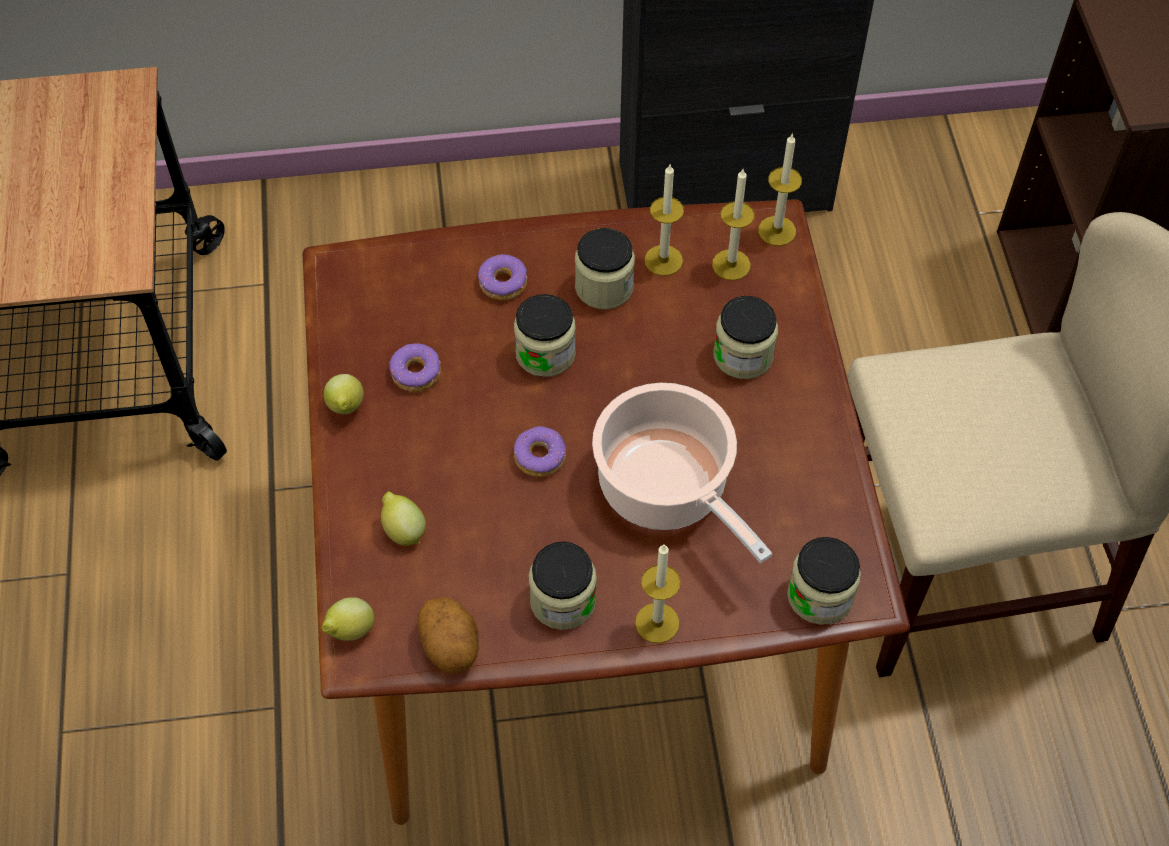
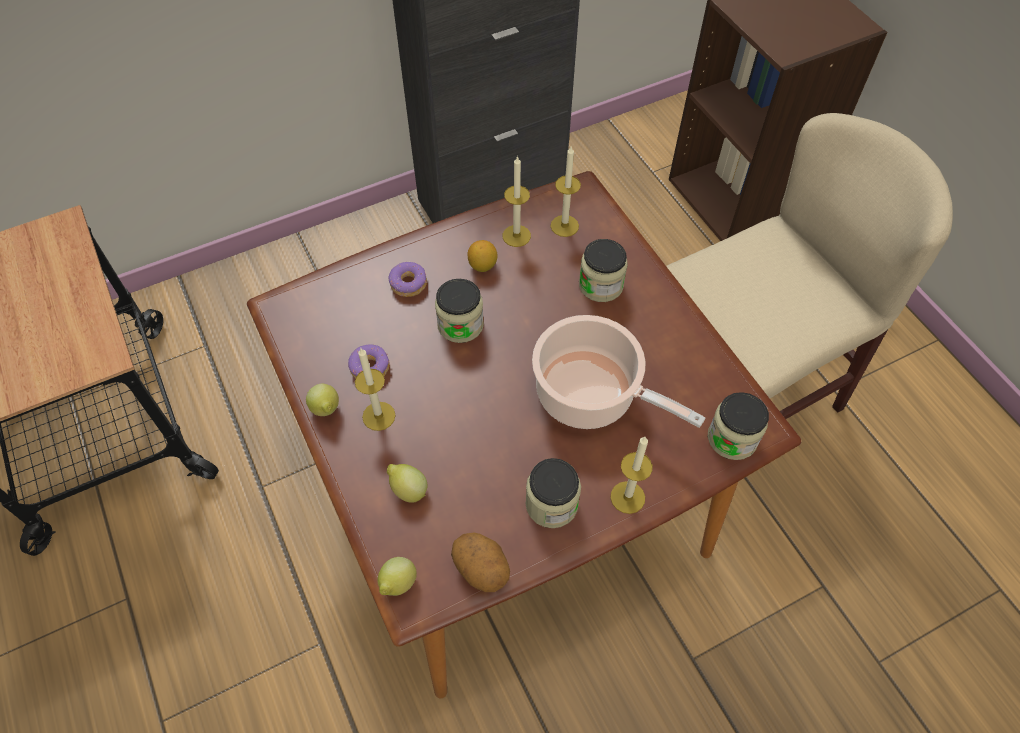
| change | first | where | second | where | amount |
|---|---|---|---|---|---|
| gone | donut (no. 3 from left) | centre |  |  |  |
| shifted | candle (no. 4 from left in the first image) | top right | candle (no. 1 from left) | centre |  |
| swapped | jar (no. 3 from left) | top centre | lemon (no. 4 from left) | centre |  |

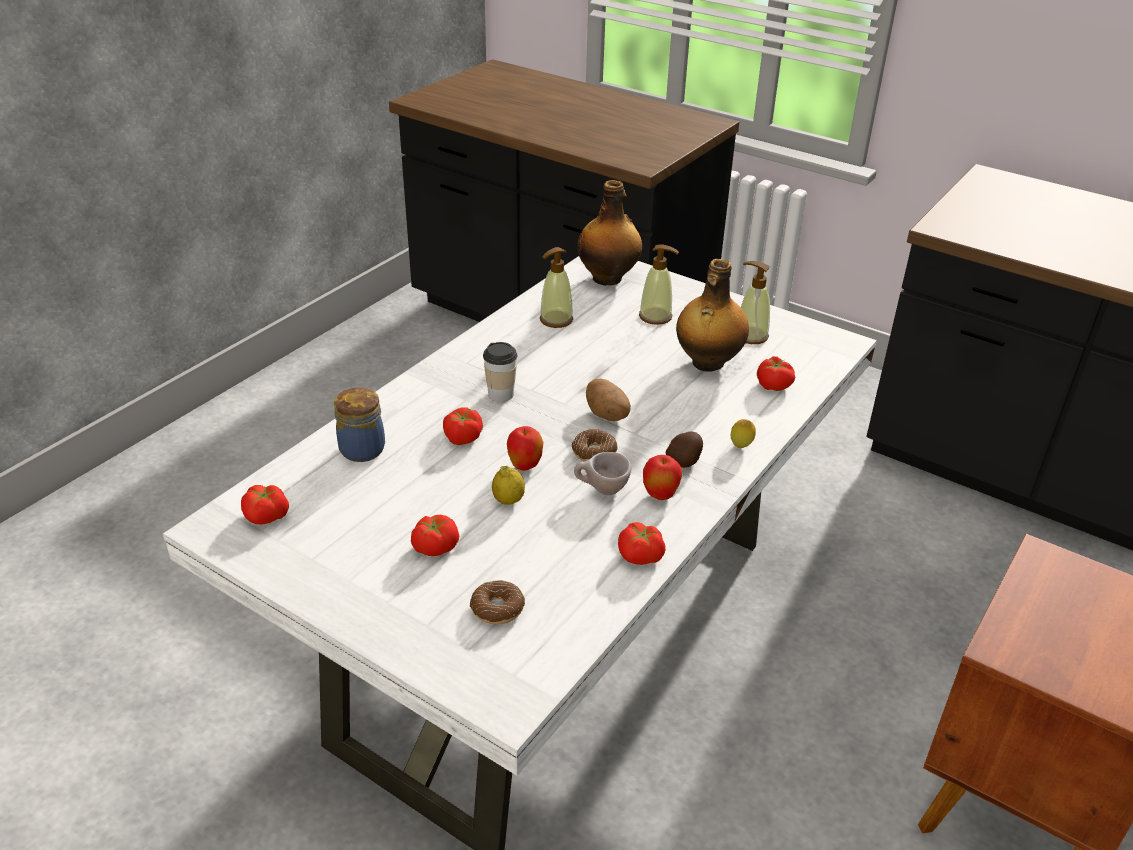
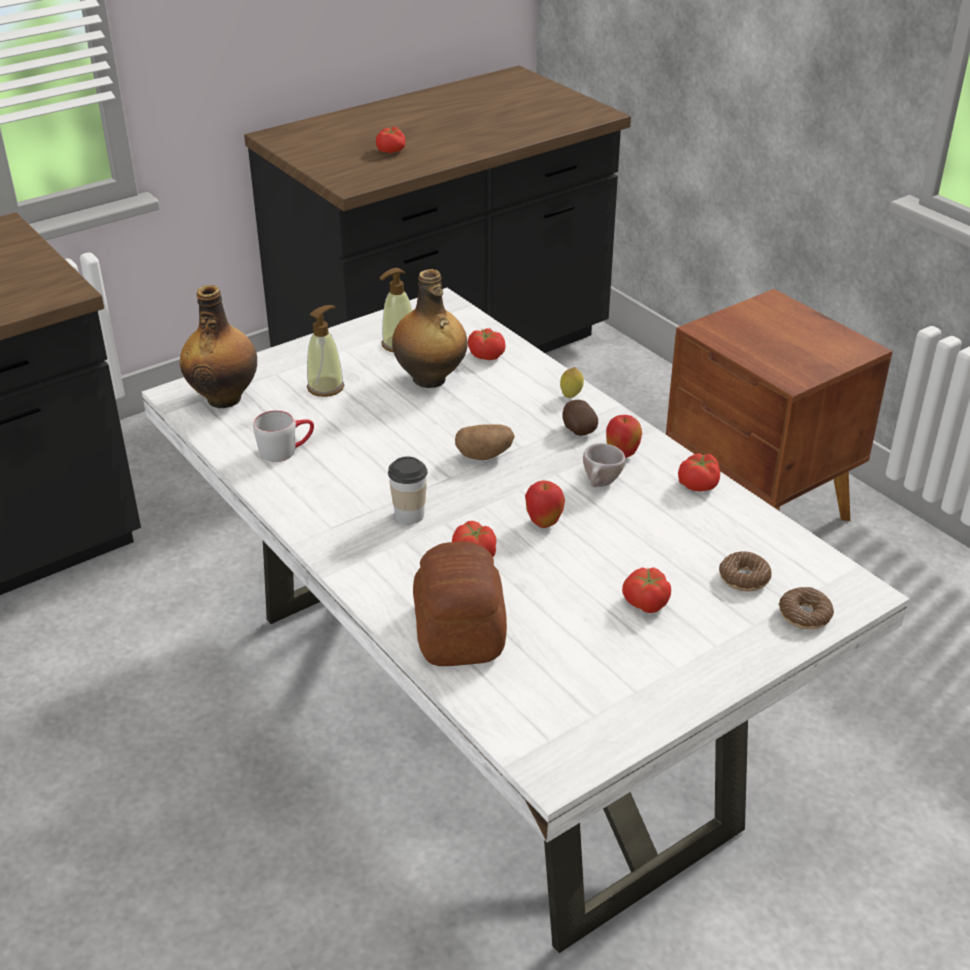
| change | first | where | second | where | amount |
|---|---|---|---|---|---|
| gone | lemon (no. 1 from left) | centre |  |  |  |
| shifted | tomato (no. 1 from left) | middle left |  | top centre |  |
| shifted | donut (no. 2 from left) | centre |  | middle right |  |
| swapped | jar | middle left | bread | centre |  |
| swapped | soap dispenser (no. 1 from left) | centre | mug in grey | middle left |  |

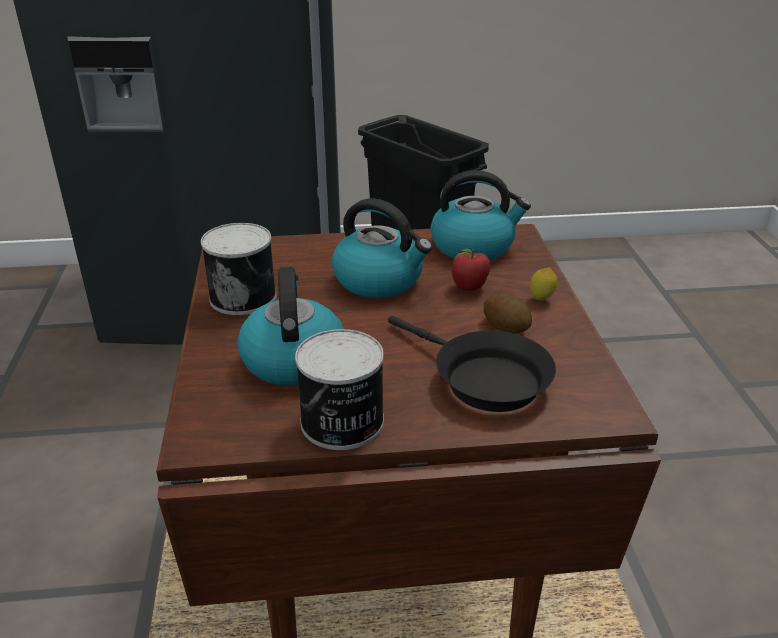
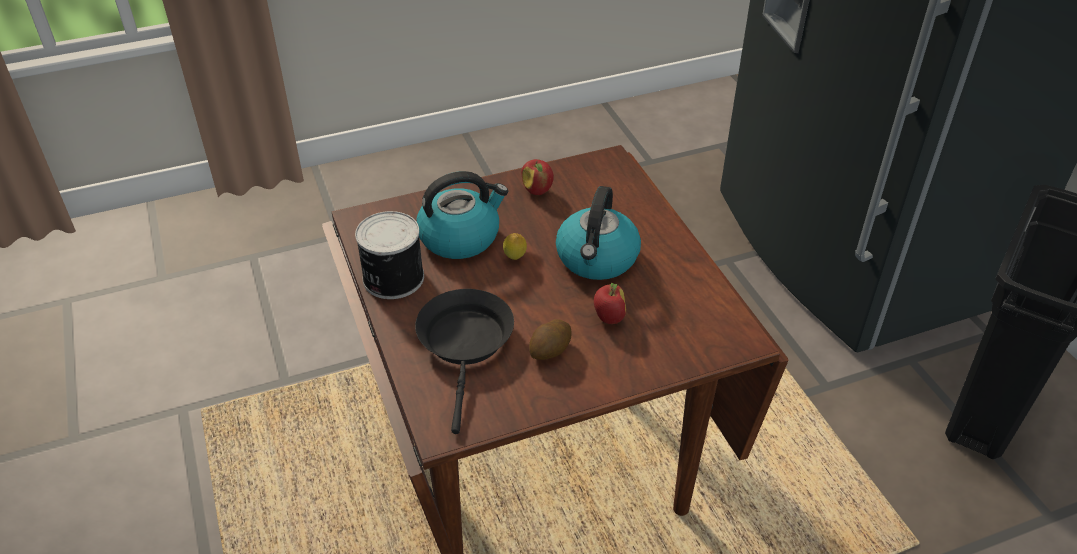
| change | first | where | second | where | amount |
|---|---|---|---|---|---|
| gone | kettle (no. 3 from left) | centre |  |  |  |
| shifted | lemon | middle right |  | centre |  |
| swapped | can (no. 1 from left) | middle left | apple (no. 1 from left) | top centre |  |
| rotated | frying pan in black | centre |  | centre | 150 degrees clockwise |

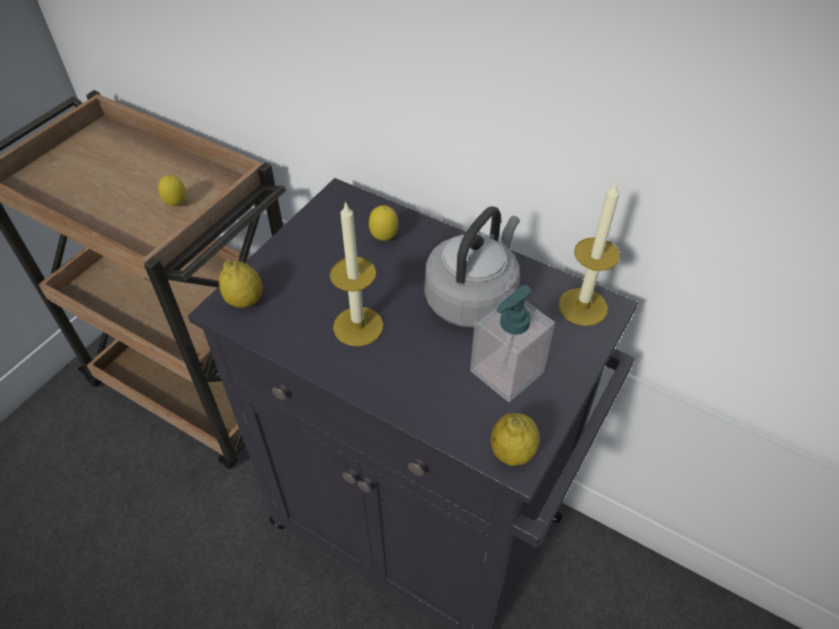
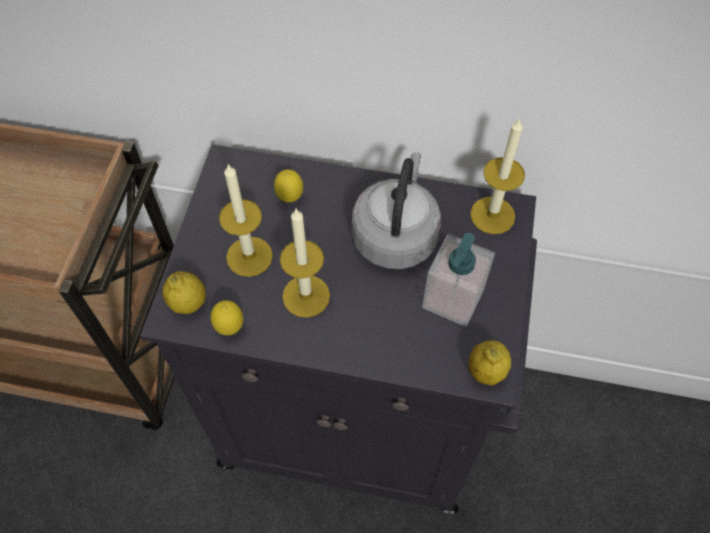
| change | first | where | second | where | amount |
|---|---|---|---|---|---|
| new |  |  | candle (no. 1 from left) | centre |  |
| shifted | lemon (no. 1 from left in the first image) | top left | lemon (no. 2 from left) | middle left |  |

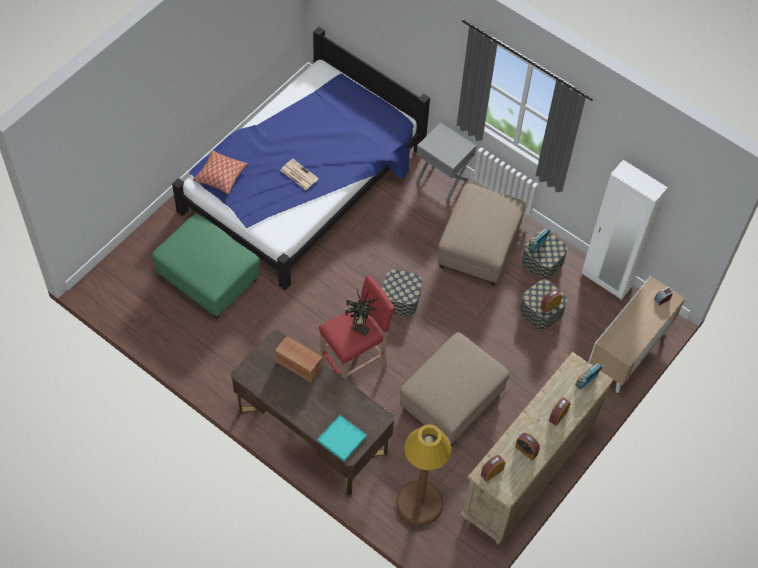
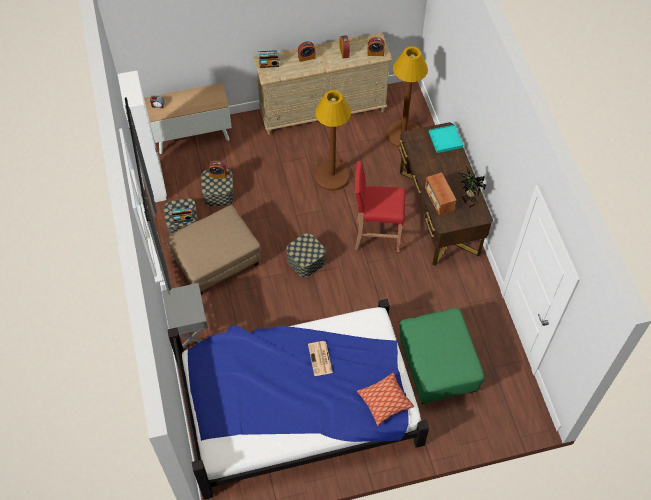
| change | first | where | second | where | amount |
|---|---|---|---|---|---|
| shifted | potted plant | centre |  | middle right |  |
| swapped | ottoman in beige (no. 1 from left) | bottom centre | floor lamp in brown (no. 1 from left) | top centre |  |

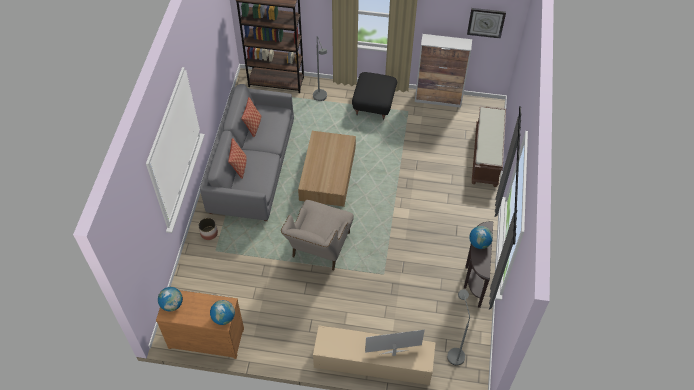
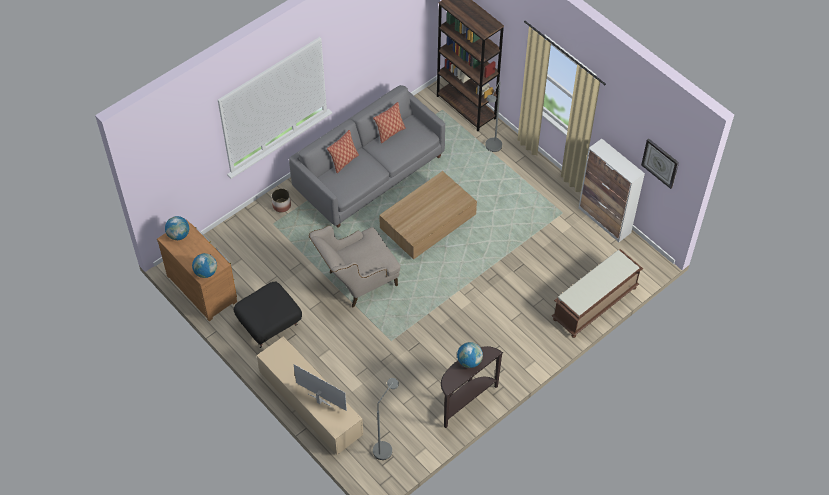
| change | first | where | second | where | amount |
|---|---|---|---|---|---|
| shifted | ottoman in black | top centre |  | middle left |  |

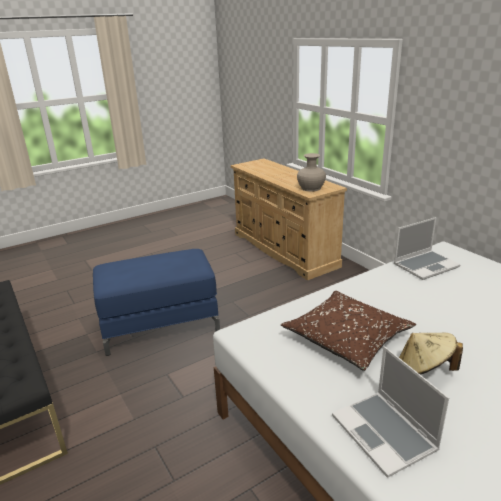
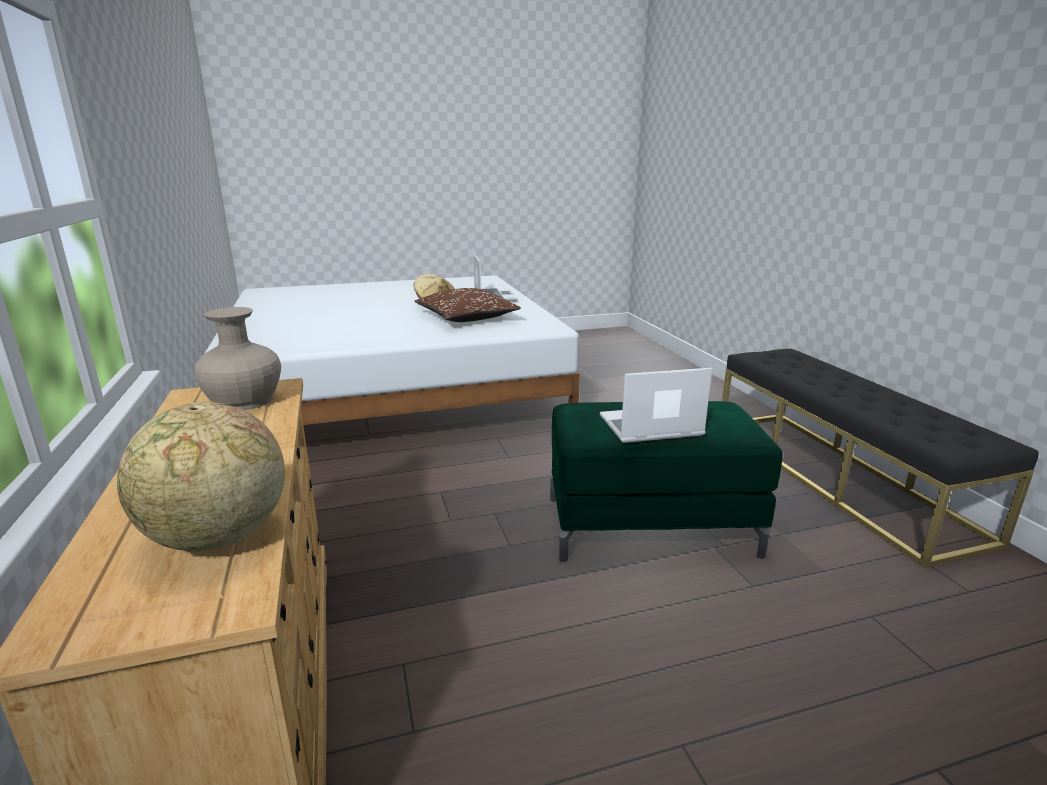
| change | first | where | second | where | amount |
|---|---|---|---|---|---|
| new |  |  | globe | middle left |  |
| shifted | laptop (no. 2 from left) | middle right |  | centre |  |
| repainted | ottoman in blue | middle left | ottoman in green | centre |  |

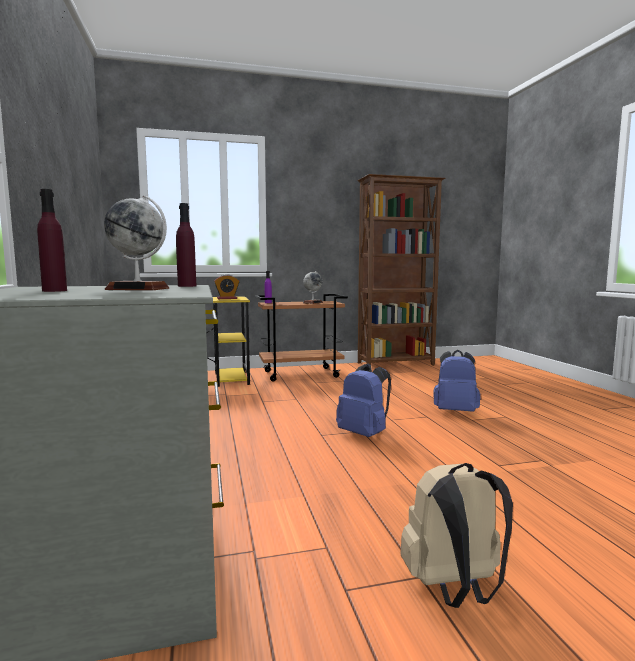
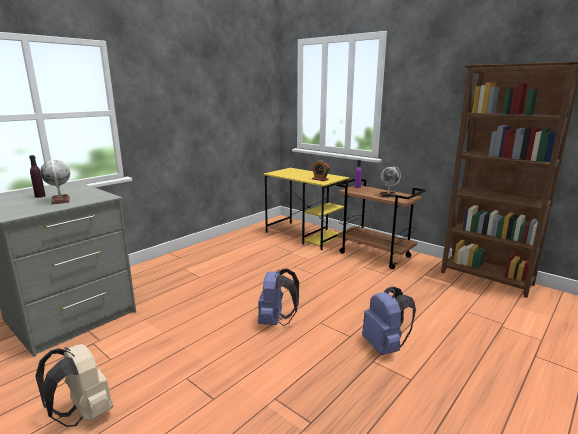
| change | first | where | second | where | amount |
|---|---|---|---|---|---|
| gone | bottle in purple (no. 2 from left) | middle left |  |  |  |

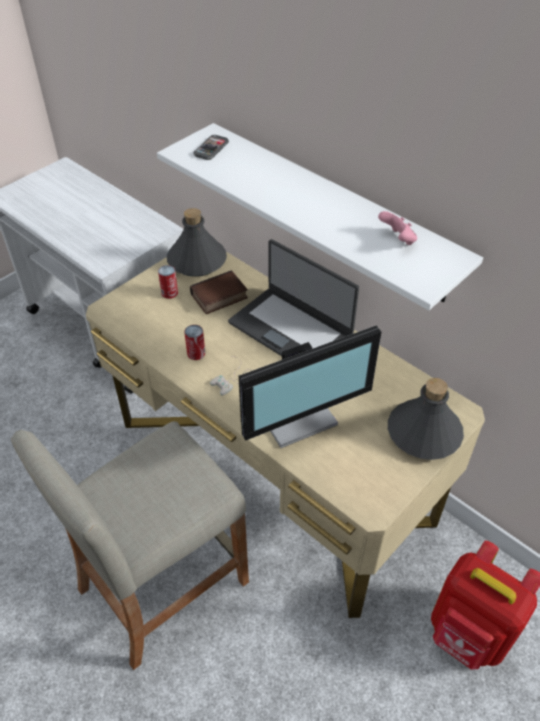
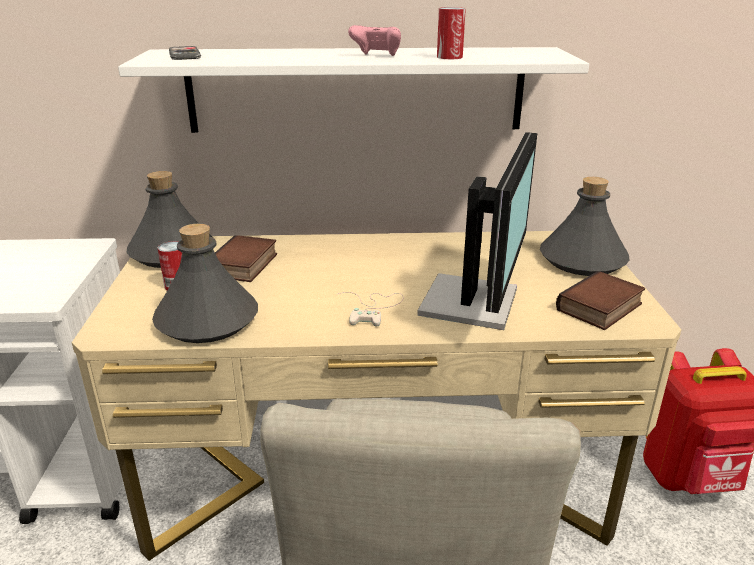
| change | first | where | second | where | amount |
|---|---|---|---|---|---|
| gone | laptop | centre |  |  |  |
| new |  |  | bottle in grey (no. 2 from left) | middle left |  |
| new |  |  | book (no. 2 from left) | middle right |  |
| shifted | can (no. 2 from left) | centre |  | top centre |  |
| shifted | game controller in pink | top right |  | top centre |  |

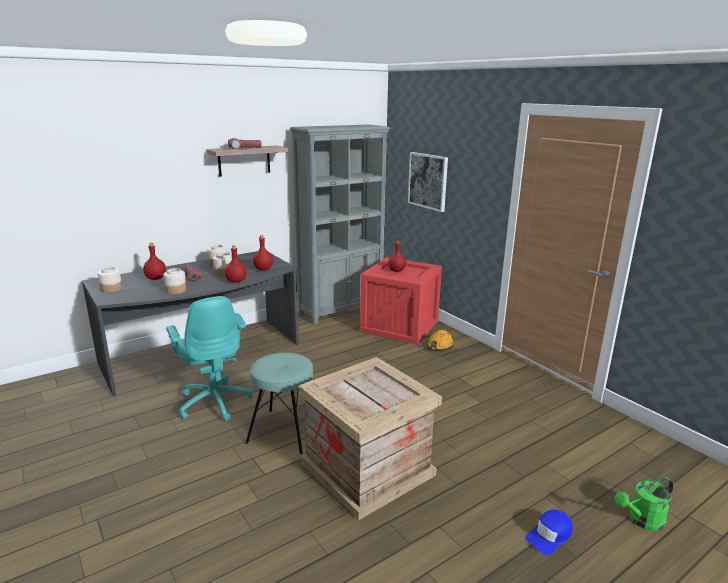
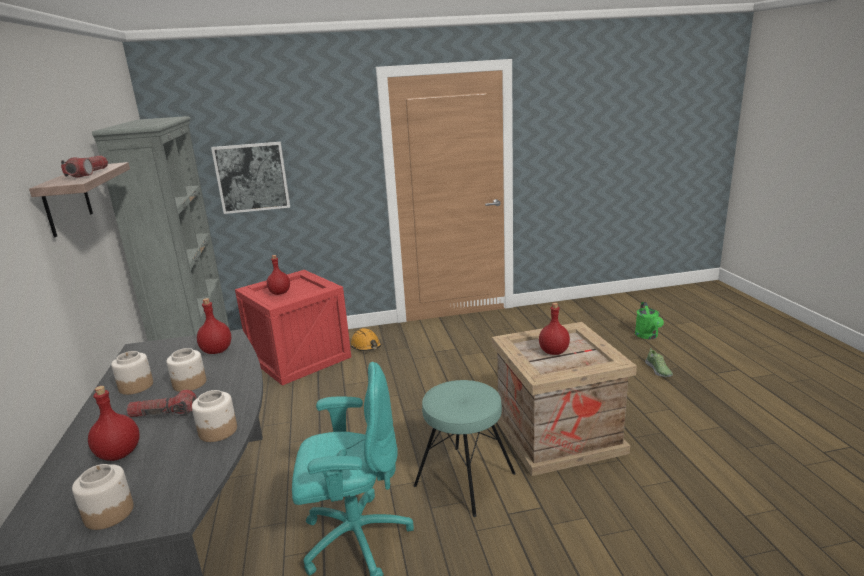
| change | first | where | second | where | amount |
|---|---|---|---|---|---|
| shifted | bottle in red (no. 2 from left in the first image) | middle left | bottle in red (no. 4 from left) | centre |  |
| swapped | cap in blue | bottom right | shoe | middle right |  |

